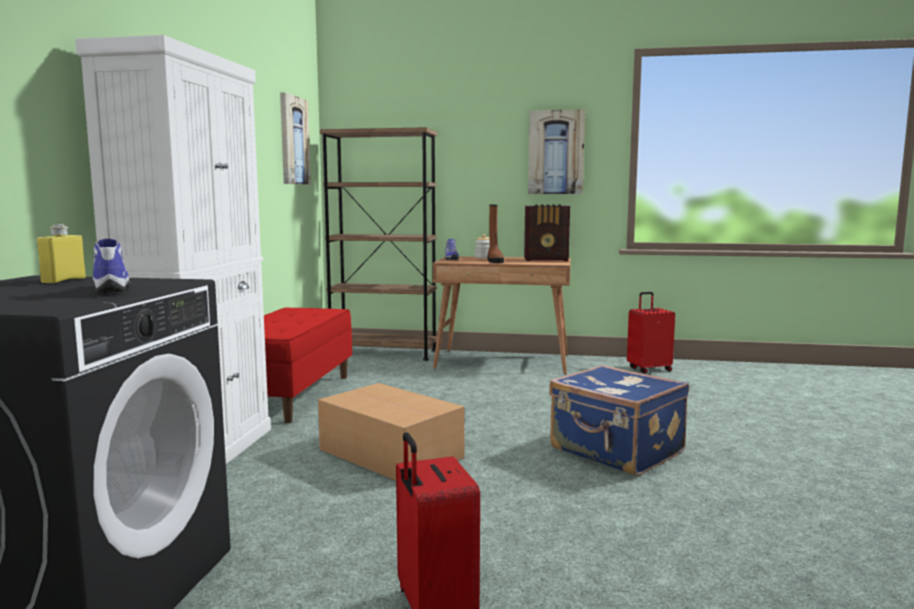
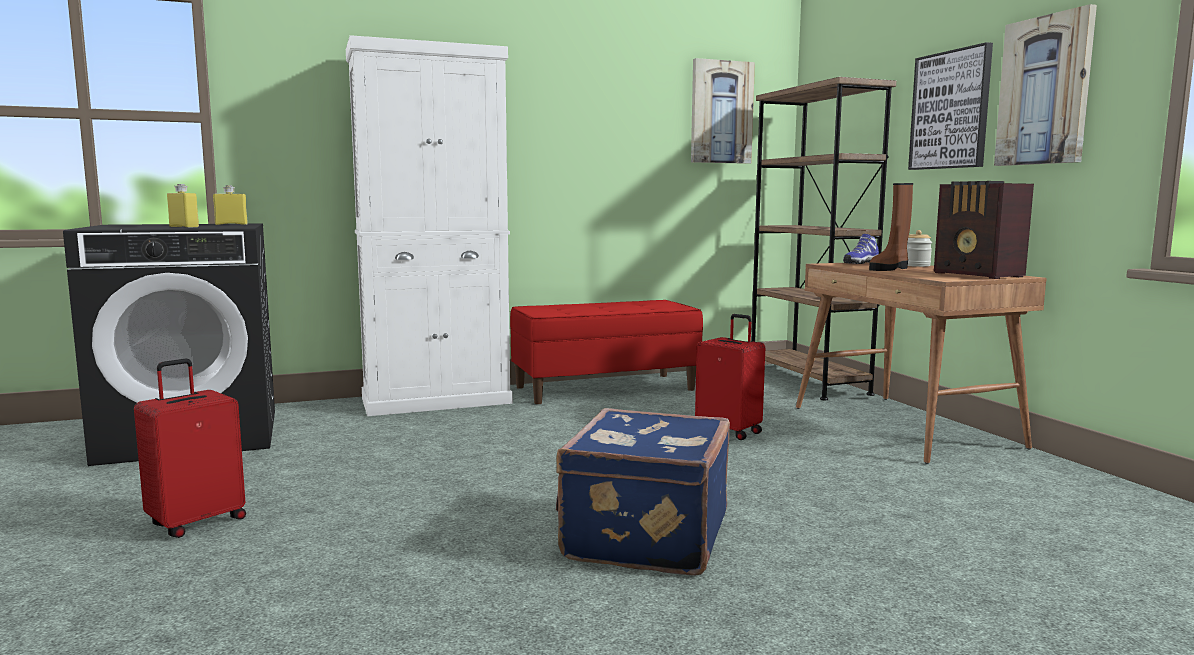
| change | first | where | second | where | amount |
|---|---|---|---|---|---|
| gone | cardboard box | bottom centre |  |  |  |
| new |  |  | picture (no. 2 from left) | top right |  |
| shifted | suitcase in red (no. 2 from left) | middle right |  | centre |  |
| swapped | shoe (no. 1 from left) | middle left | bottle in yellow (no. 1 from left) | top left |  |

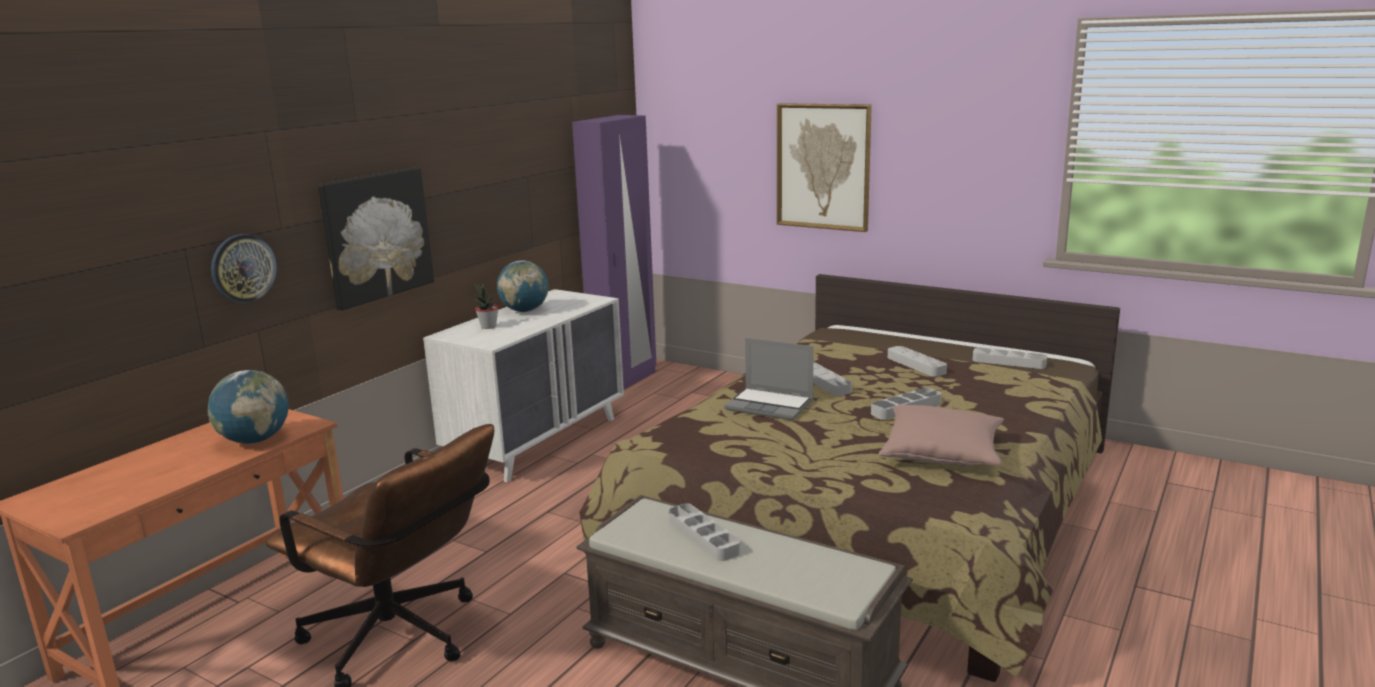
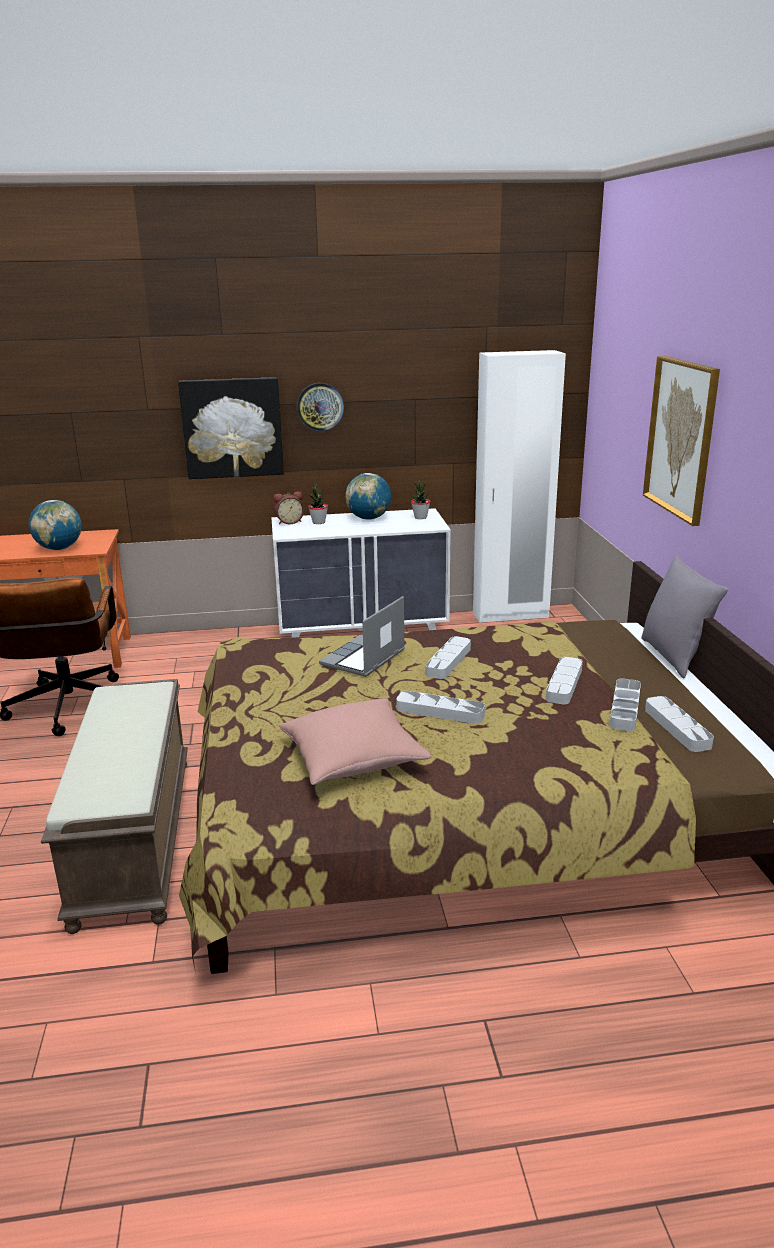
| change | first | where | second | where | amount |
|---|---|---|---|---|---|
| new |  |  | alarm clock | centre |  |
| new |  |  | potted plant (no. 2 from left) | centre |  |
| new |  |  | pillow in grey | middle right |  |
| shifted | wall clock | middle left |  | top centre |  |
| shifted | tray in grey (no. 1 from left in the first image) | bottom centre | tray in grey (no. 4 from left) | middle right |  |
| repainted | wardrobe in purple | centre | wardrobe in white | middle right |  |
| rotated | laptop | centre |  | centre | 45 degrees clockwise |

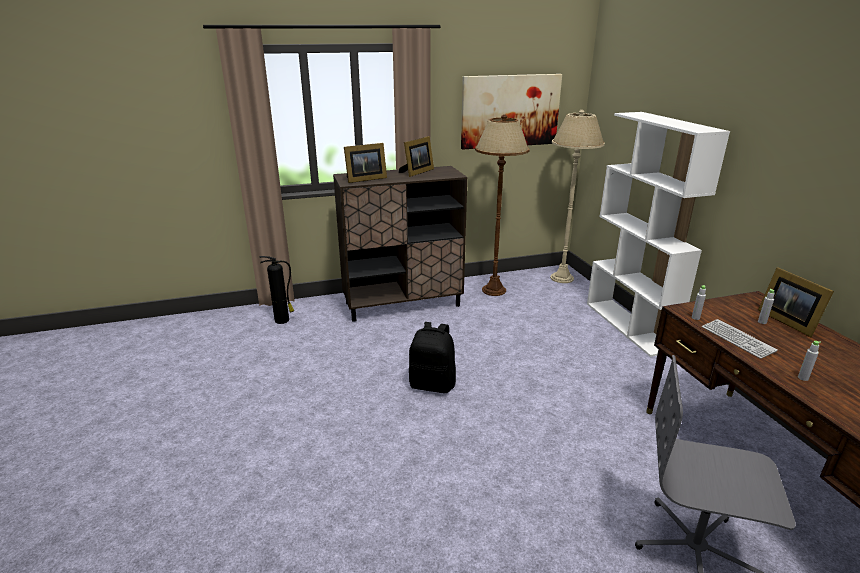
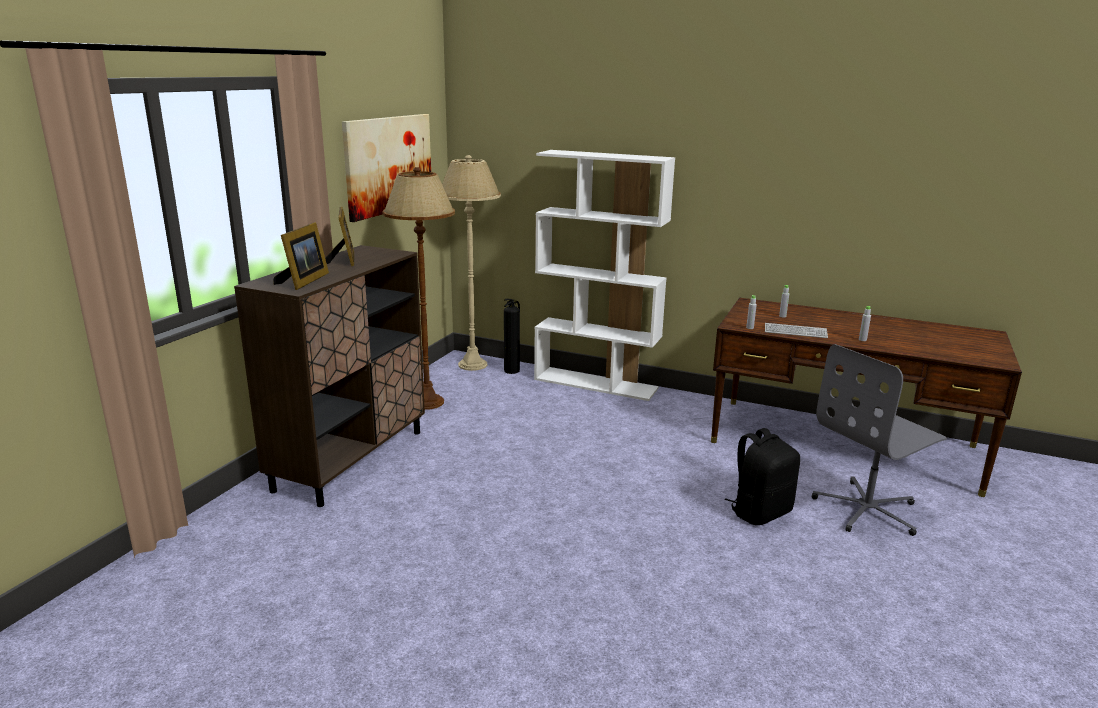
| change | first | where | second | where | amount |
|---|---|---|---|---|---|
| gone | picture frame (no. 3 from left) | middle right |  |  |  |
| shifted | fire extinguisher | middle left |  | centre |  |
| shifted | backpack in black | centre |  | bottom right |  |

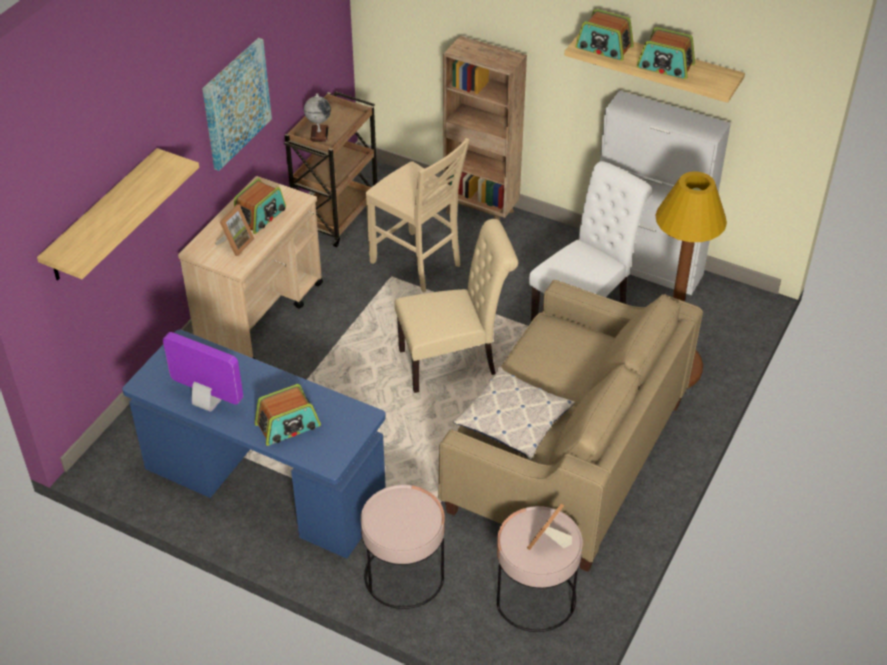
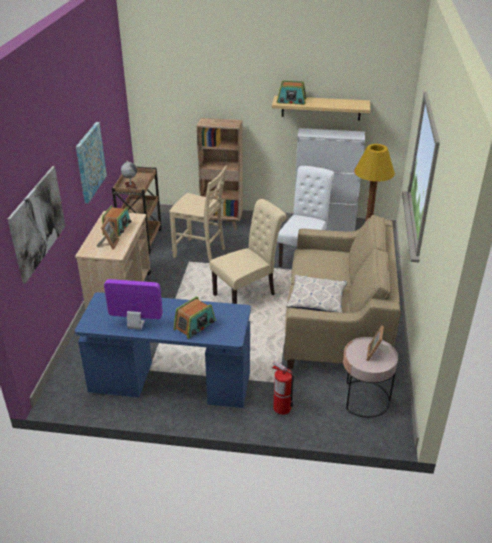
| change | first | where | second | where | amount |
|---|---|---|---|---|---|
| gone | radio (no. 4 from left) | top right |  |  |  |
| swapped | shelf (no. 1 from left) | top left | picture (no. 1 from left) | middle left |  |
| swapped | side table in pink (no. 1 from left) | bottom centre | fire extinguisher | bottom centre |  |

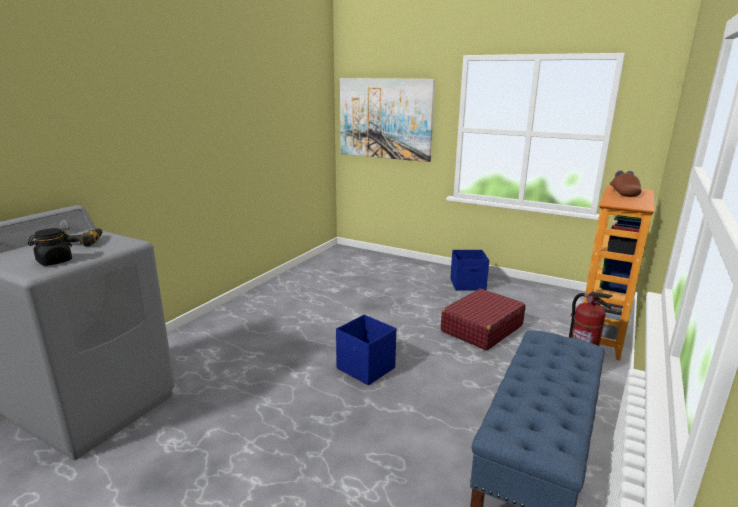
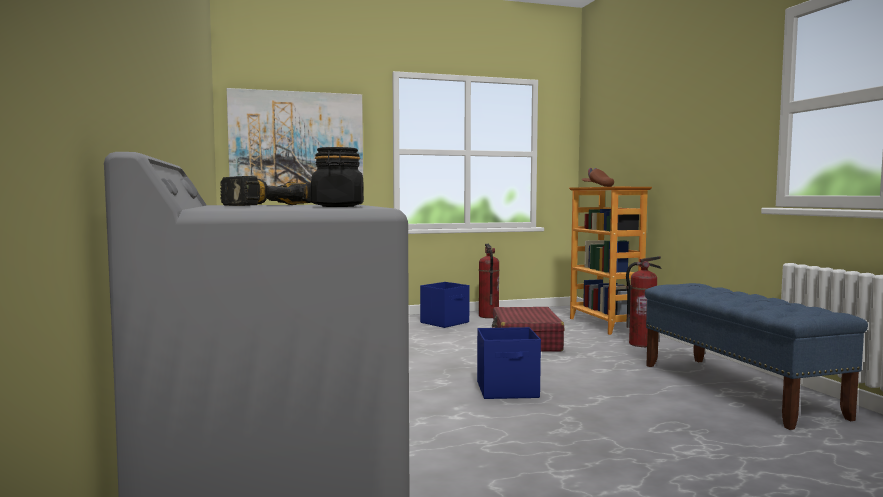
| change | first | where | second | where | amount |
|---|---|---|---|---|---|
| new |  |  | fire extinguisher (no. 1 from left) | centre |  |

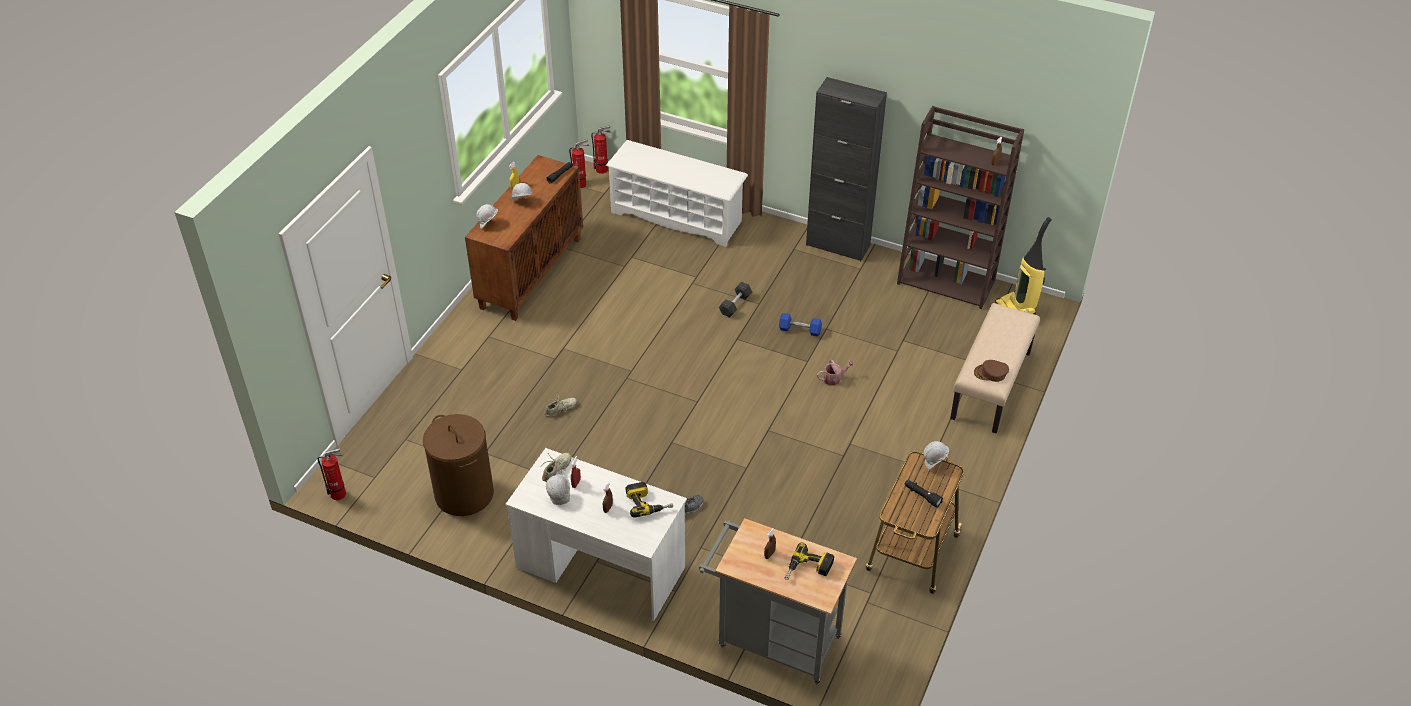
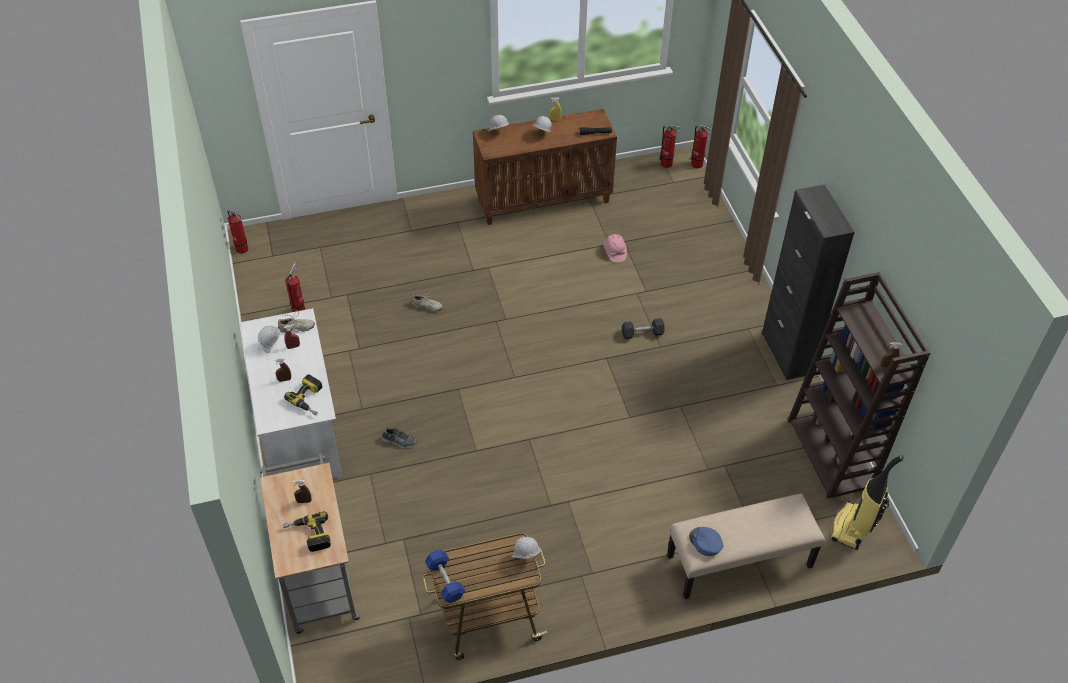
| change | first | where | second | where | amount |
|---|---|---|---|---|---|
| gone | shoe rack in white | top centre |  |  |  |
| gone | watering can | centre |  |  |  |
| gone | flashlight in black (no. 2 from left) | bottom centre |  |  |  |
| new |  |  | hard hat in pink | centre |  |
| shifted | dumbbell in blue | centre |  | bottom centre |  |
| swapped | laundry basket in brown | middle left | fire extinguisher (no. 2 from left) | middle left |  |
| repainted | cap in brown | middle right | cap in blue | bottom centre |  |

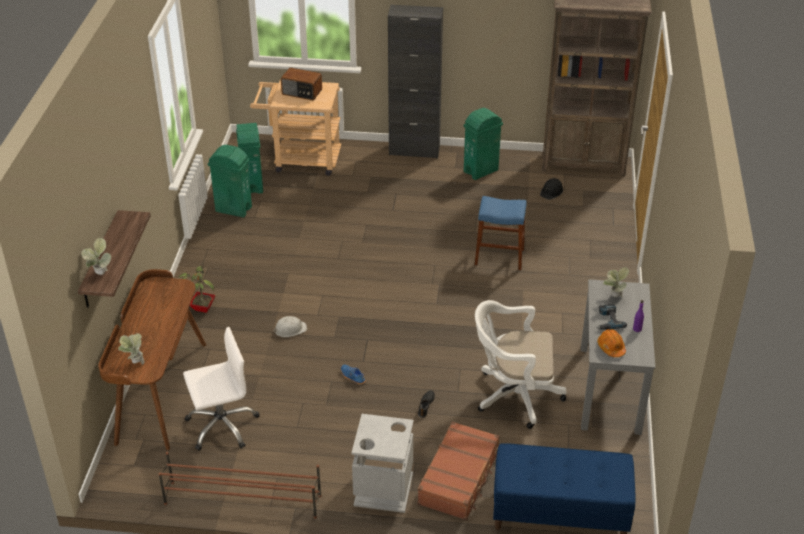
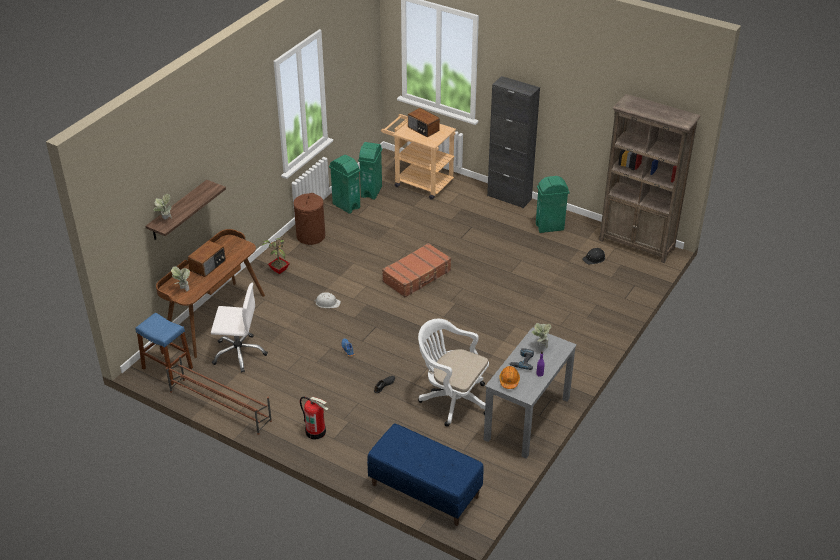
| change | first | where | second | where | amount |
|---|---|---|---|---|---|
| new |  |  | radio (no. 1 from left) | middle left |  |
| new |  |  | laundry basket in brown | centre |  |
| shifted | suitcase in brown | bottom centre |  | centre |  |
| shifted | stool in blue | centre |  | middle left |  |
| swapped | trash can in grey | bottom centre | fire extinguisher | bottom centre |  |

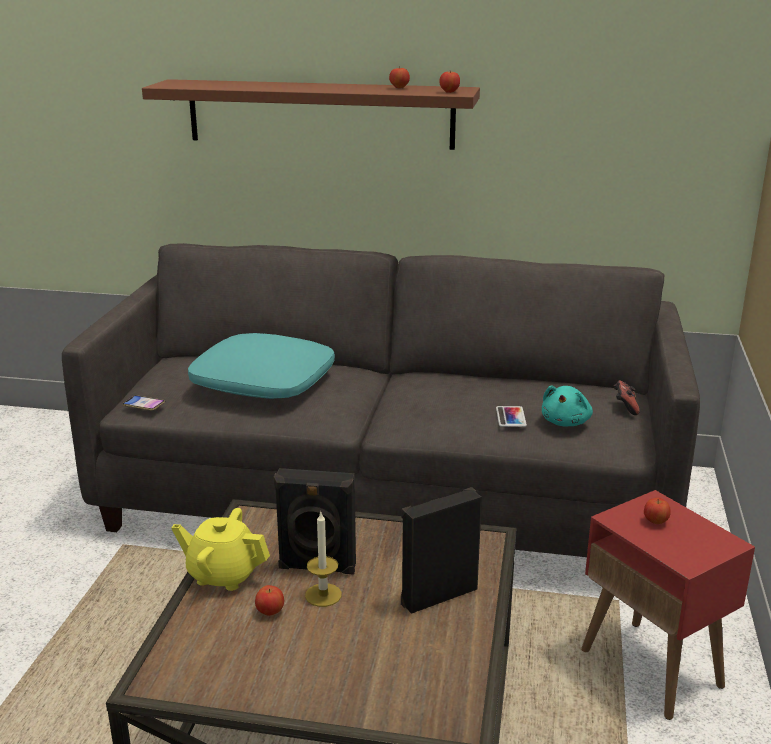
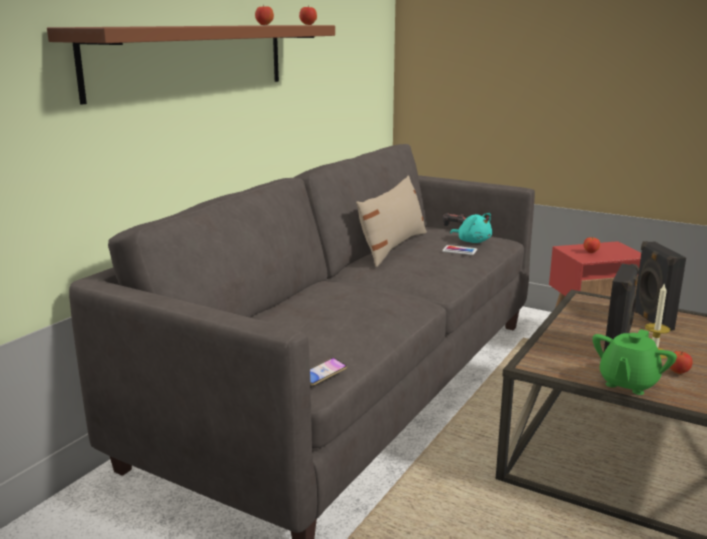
| change | first | where | second | where | amount |
|---|---|---|---|---|---|
| gone | pillow in turquoise | centre |  |  |  |
| new |  |  | pillow in beige | centre |  |
| repainted | teapot in yellow | bottom left | teapot in green | bottom right |  |

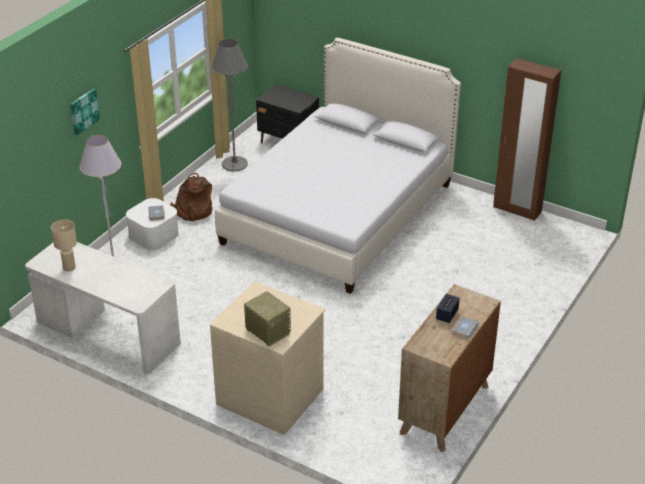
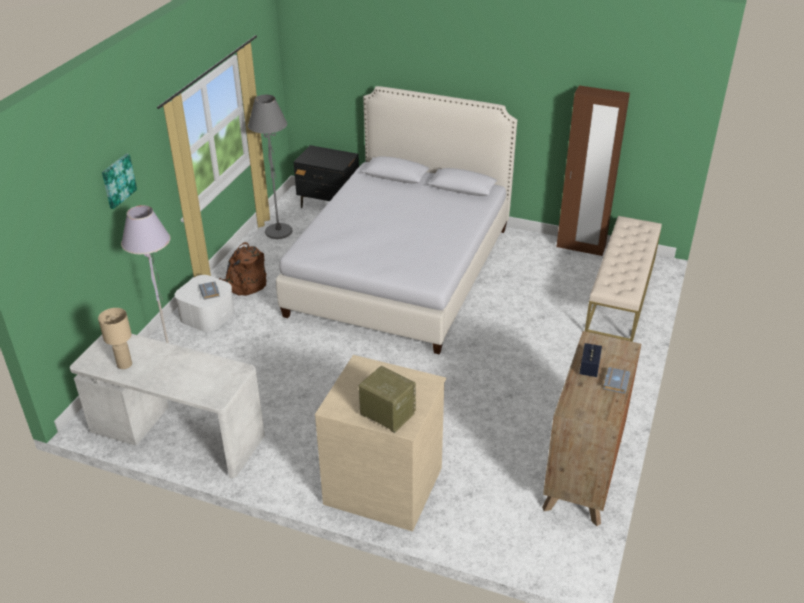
| change | first | where | second | where | amount |
|---|---|---|---|---|---|
| new |  |  | bench in beige | middle right |  |

